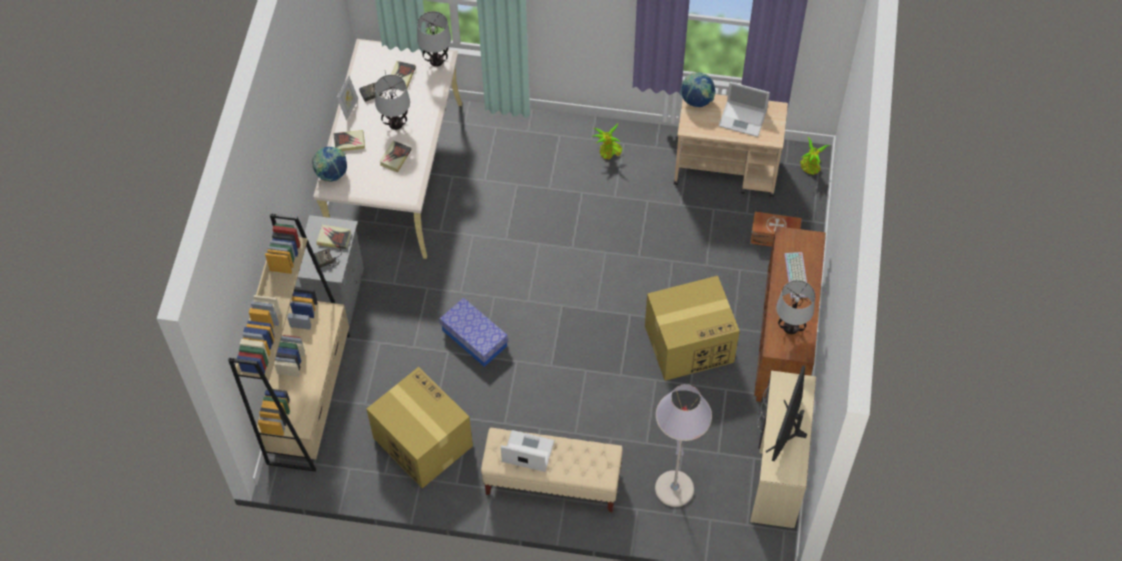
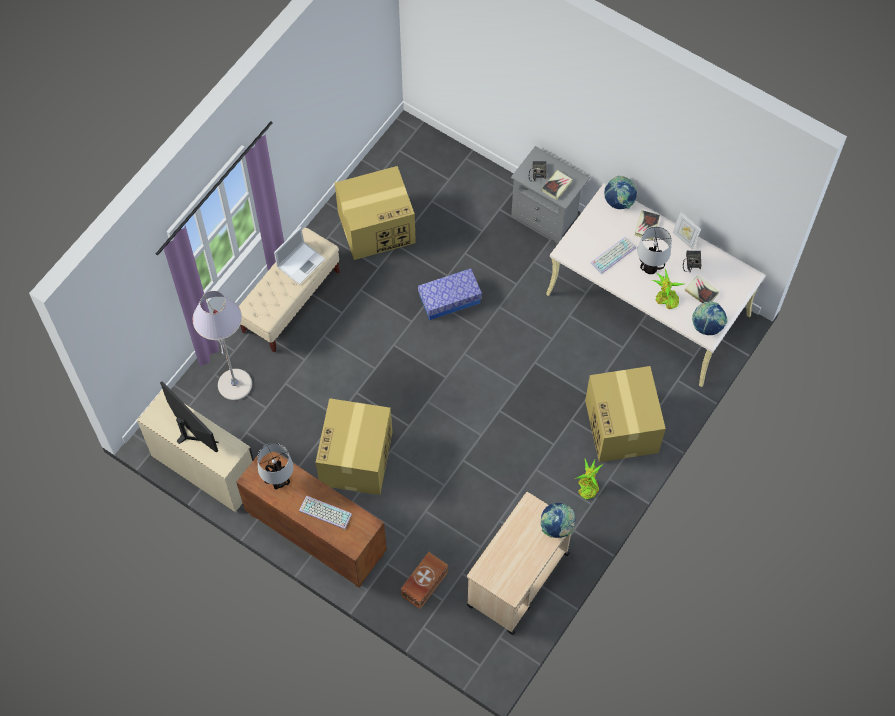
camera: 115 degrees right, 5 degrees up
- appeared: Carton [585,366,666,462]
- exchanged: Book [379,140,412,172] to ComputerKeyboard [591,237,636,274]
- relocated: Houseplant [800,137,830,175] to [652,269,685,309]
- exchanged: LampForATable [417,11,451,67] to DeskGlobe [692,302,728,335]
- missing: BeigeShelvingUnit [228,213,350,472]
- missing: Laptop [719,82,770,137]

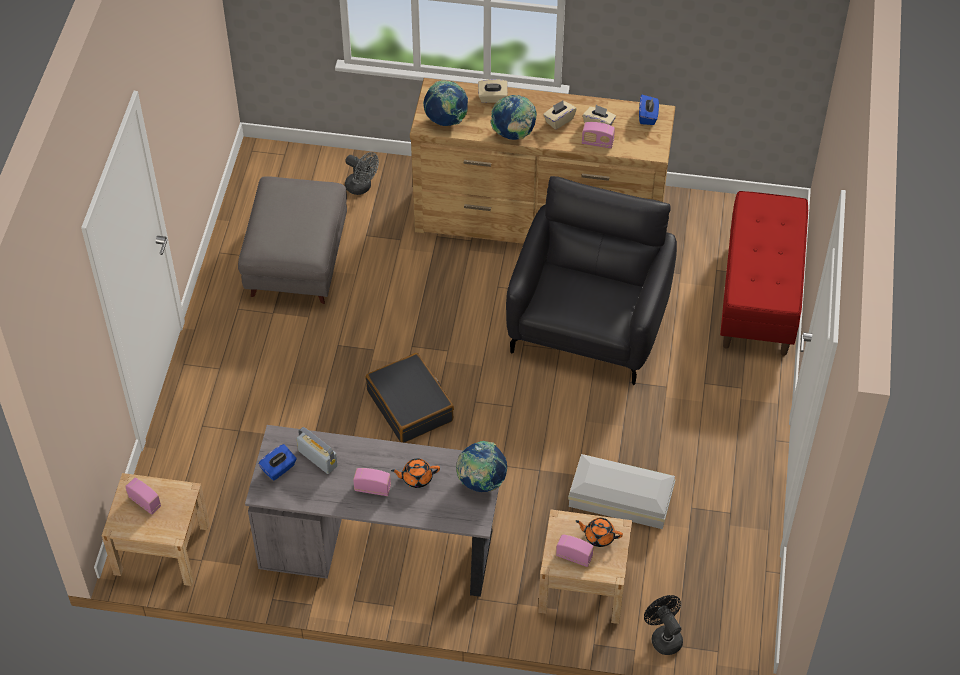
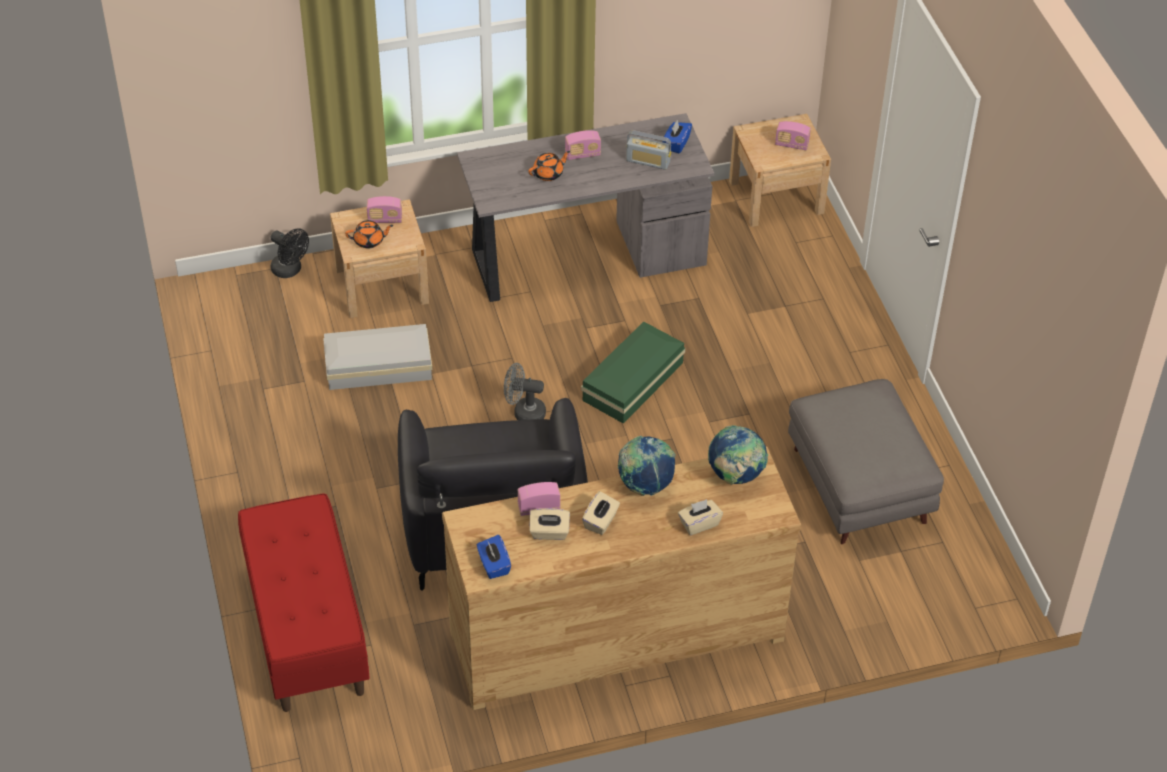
camera: 155 degrees right, 5 degrees down
- relocated: GreyishCoolingFan [345,152,379,195] to [504,363,546,420]
- exchanged: BlackishTravelCase [365,353,454,443] to GreenColouredStorageBox [581,321,685,423]
- missing: DeskGlobe [456,441,507,492]

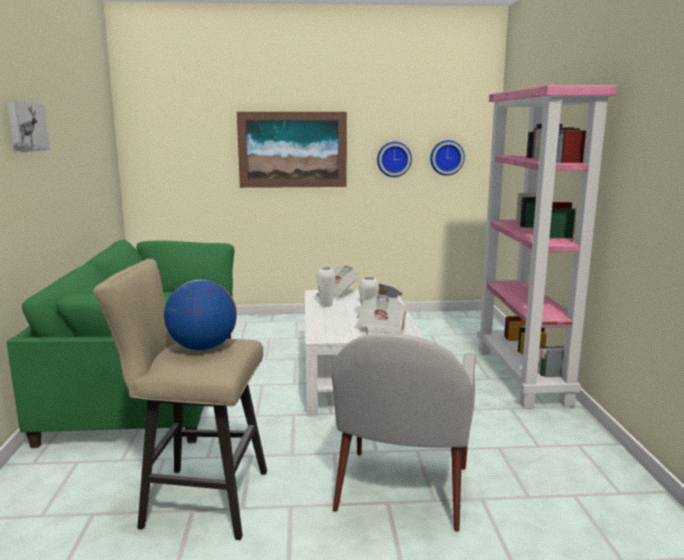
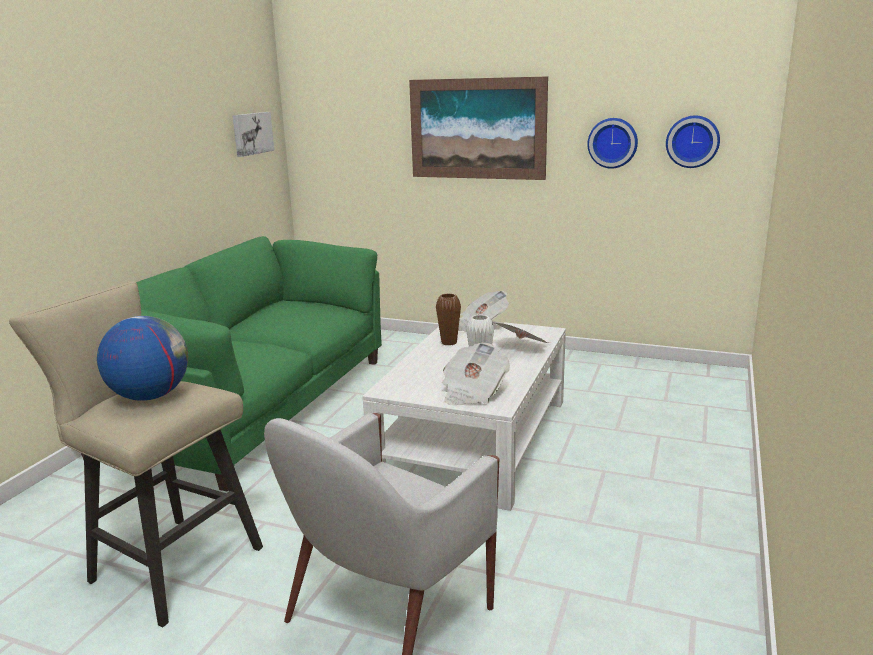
camera: 25 degrees right, 5 degrees up
- relocated: WallPicture [7,102,50,153] to [232,112,274,157]
- colour: WhitishVase [317,267,336,307] to BrownColouredVase [436,293,461,346]
- missing: PinkColouredShelvingUnit [477,85,617,408]

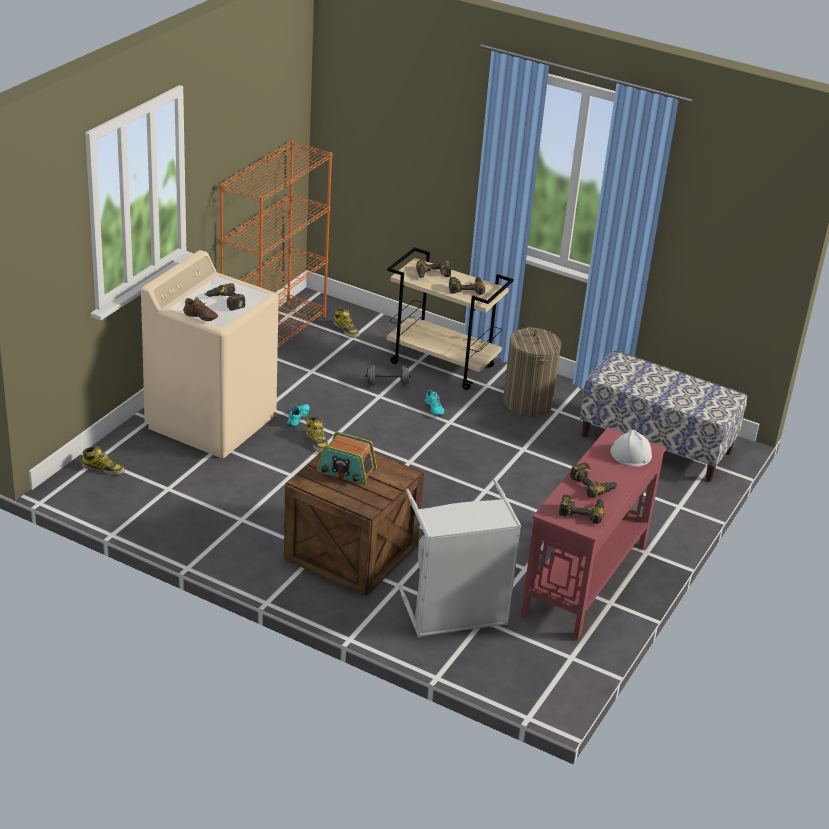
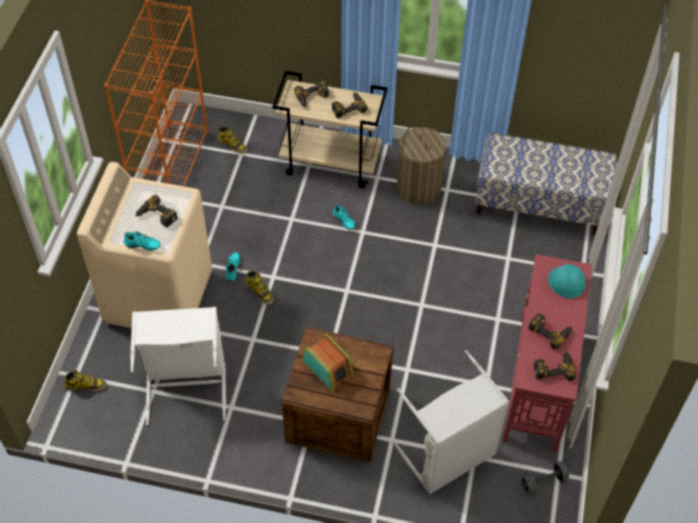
camera: 15 degrees left, 20 degrees up
- colour: BrownColouredShoe [183,298,218,321] to BlueGreenShoe [124,231,160,251]
- appeared: WhitishLaundryBasket [130,307,226,425]
- spun: RadioSet [317,432,377,485] = [302,334,353,391] 135 degrees counterclockwise
- relocated: GreyishDumbbell [365,365,410,386] to [521,461,569,494]
- colour: WhitishHardHat [610,429,652,467] to BlueGreenHardHat [548,264,586,298]

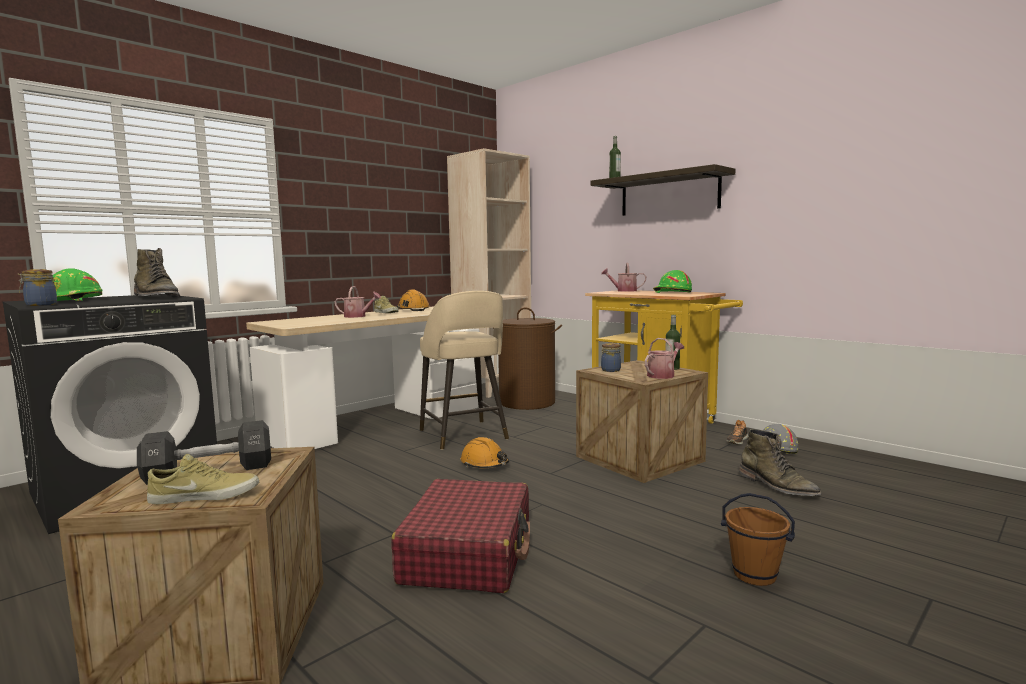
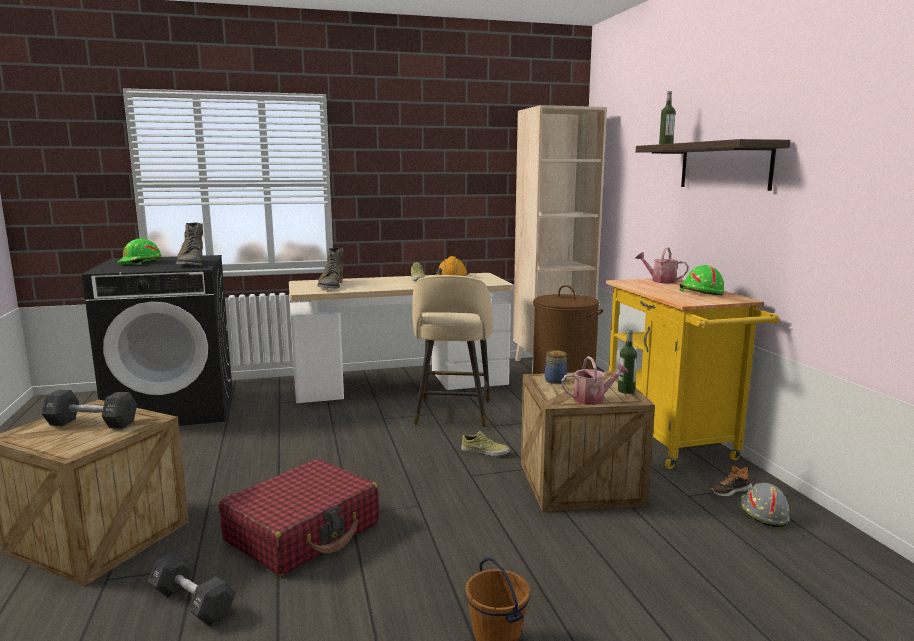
camera: 30 degrees right, 5 degrees up
- appeared: BlackishDumbbell [148,551,236,626]
- relocated: GreenColouredBoot [739,429,822,496] to [317,248,344,289]
- relocated: BeigeShoe [147,454,259,504] to [461,430,510,456]
- missing: Jar [18,269,57,306]
- missing: WateringPot [335,286,381,318]
- missing: OrangeyHardHat [461,437,509,468]

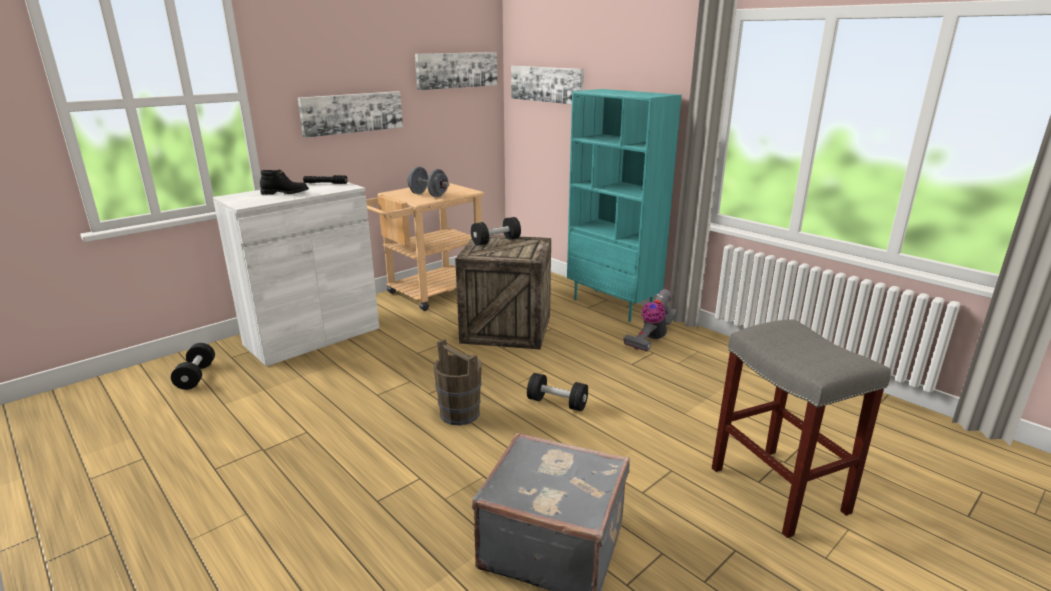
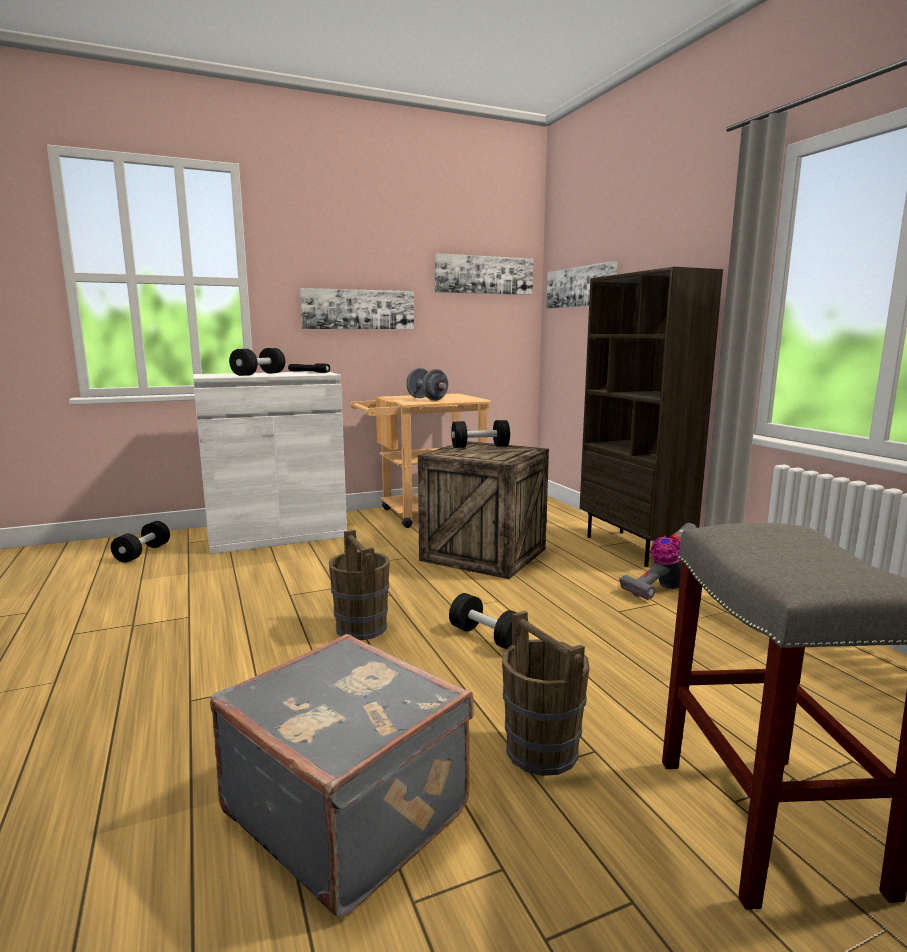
camera: 20 degrees right, 10 degrees down
- exchanged: BlackishBoot [260,169,309,195] to BlackishDumbbell [229,348,285,376]
- appeared: BrownColouredWaterBucket [502,610,590,776]
- colour: BlueGreenShelvingUnit [567,89,682,322] to BrownColouredShelvingUnit [580,267,723,567]

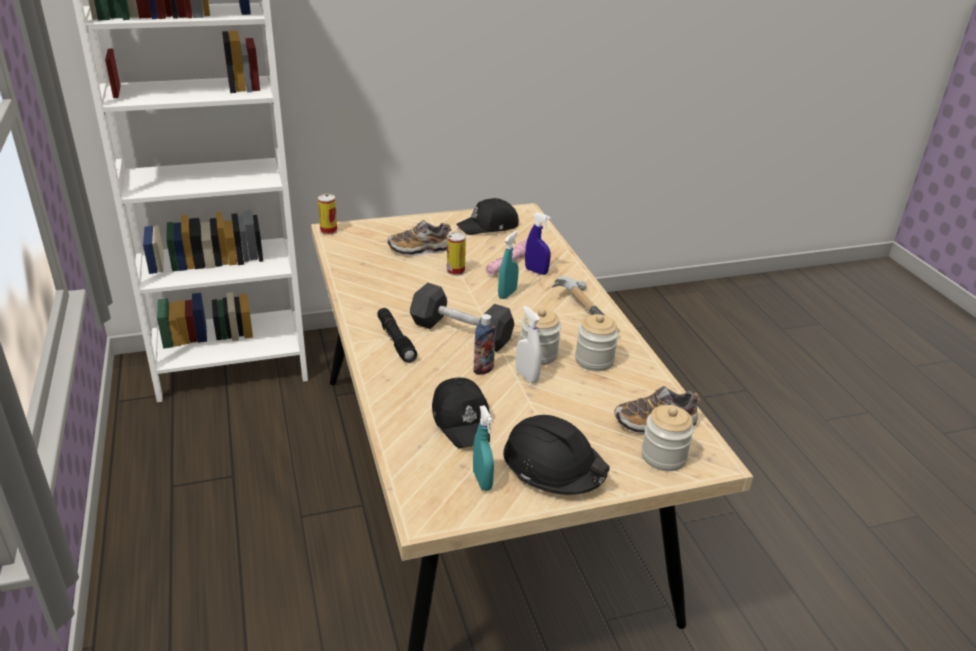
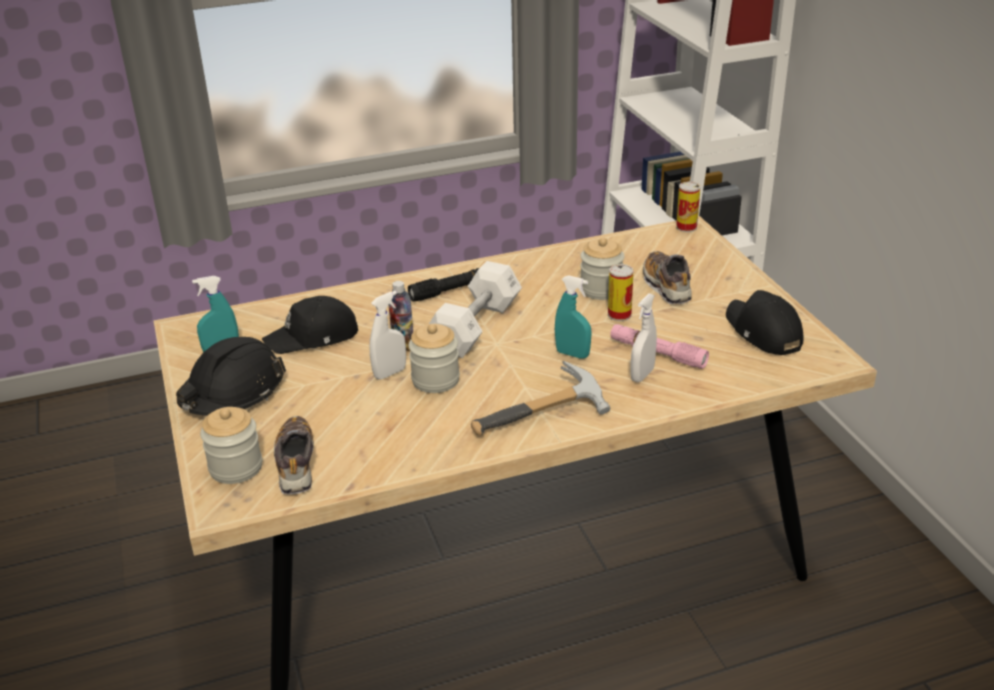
camera: 90 degrees right, 0 degrees up
- colour: BlackishDumbbell [410,283,515,352] to WhitishDumbbell [429,261,522,358]
- relocated: Jar [575,314,619,371] to [580,237,624,300]
- colour: BlueSprayer [525,212,551,275] to WhitishSprayer [630,293,657,382]

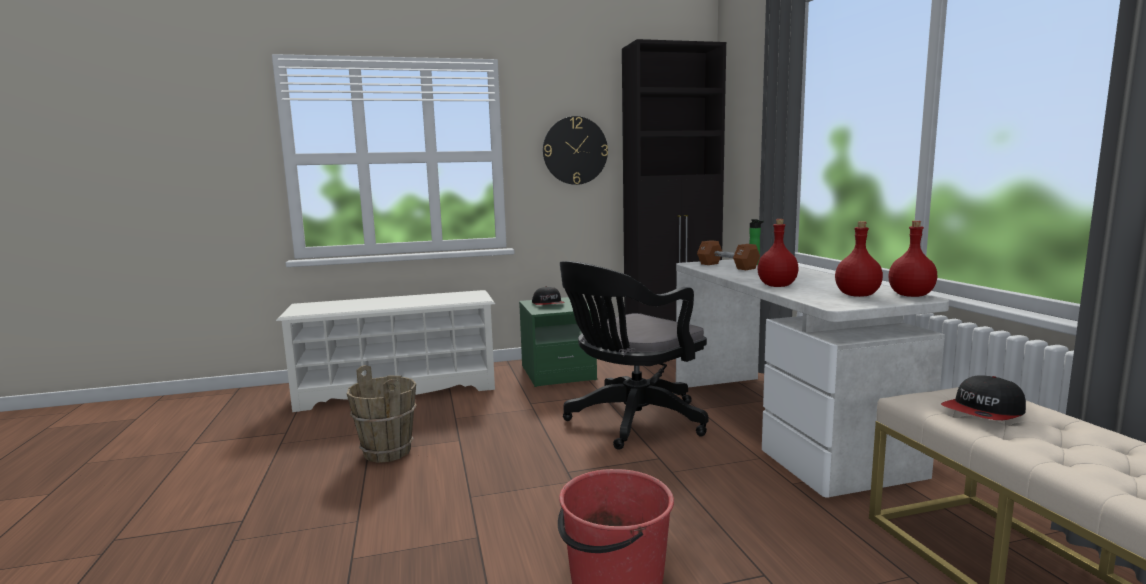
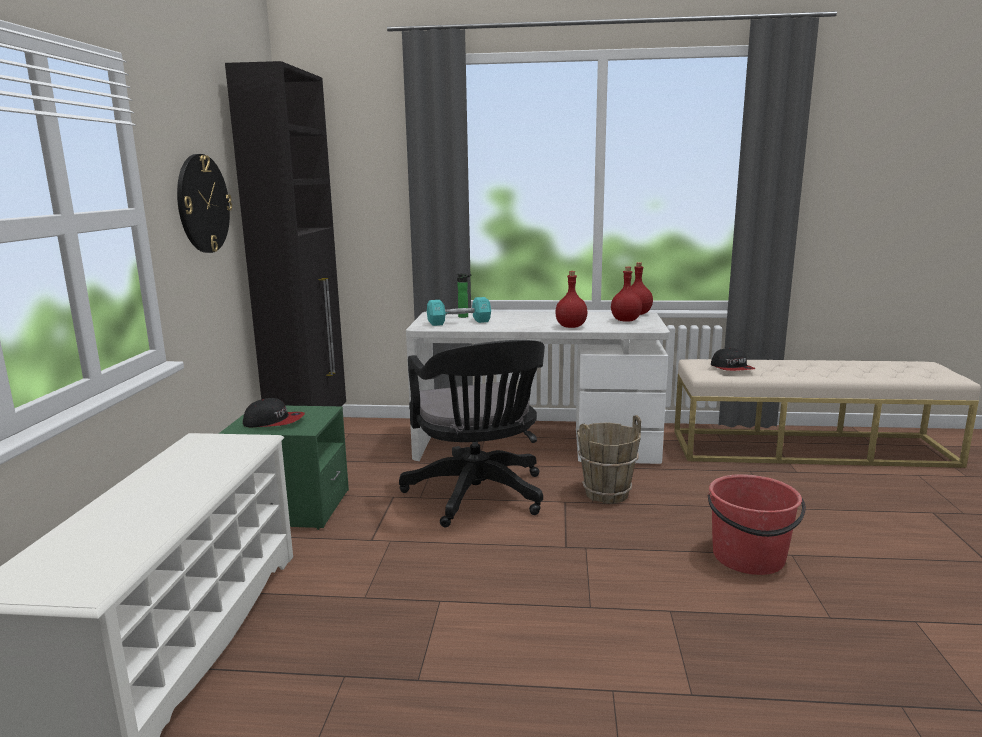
camera: 70 degrees left, 5 degrees up
- colour: BrownColouredDumbbell [697,240,760,270] to BlueGreenDumbbell [427,297,491,326]
- relocated: BrownColouredWaterBucket [347,365,417,463] to [577,415,641,504]

